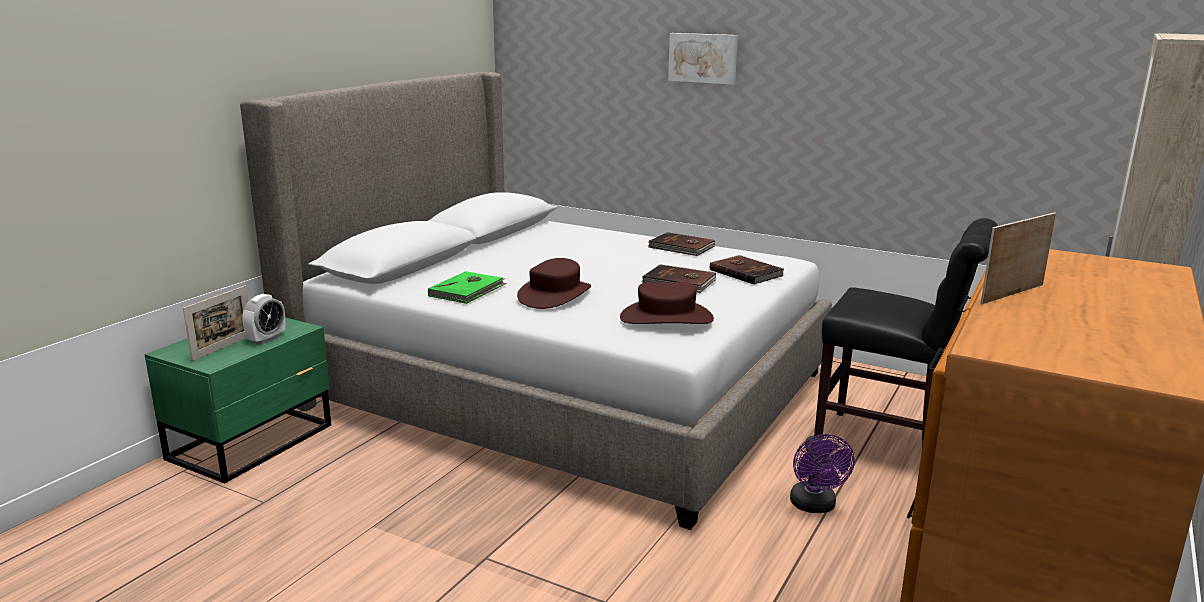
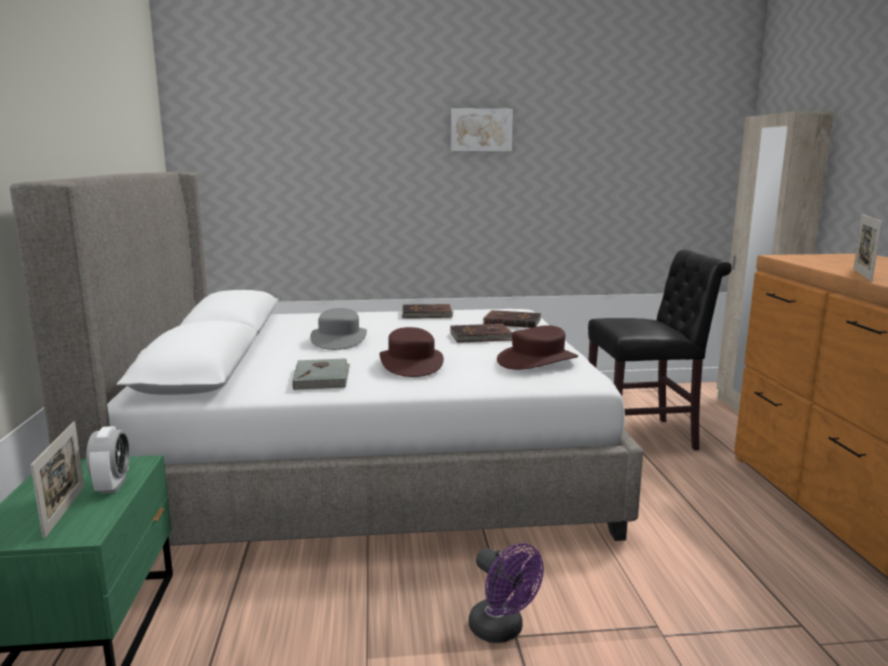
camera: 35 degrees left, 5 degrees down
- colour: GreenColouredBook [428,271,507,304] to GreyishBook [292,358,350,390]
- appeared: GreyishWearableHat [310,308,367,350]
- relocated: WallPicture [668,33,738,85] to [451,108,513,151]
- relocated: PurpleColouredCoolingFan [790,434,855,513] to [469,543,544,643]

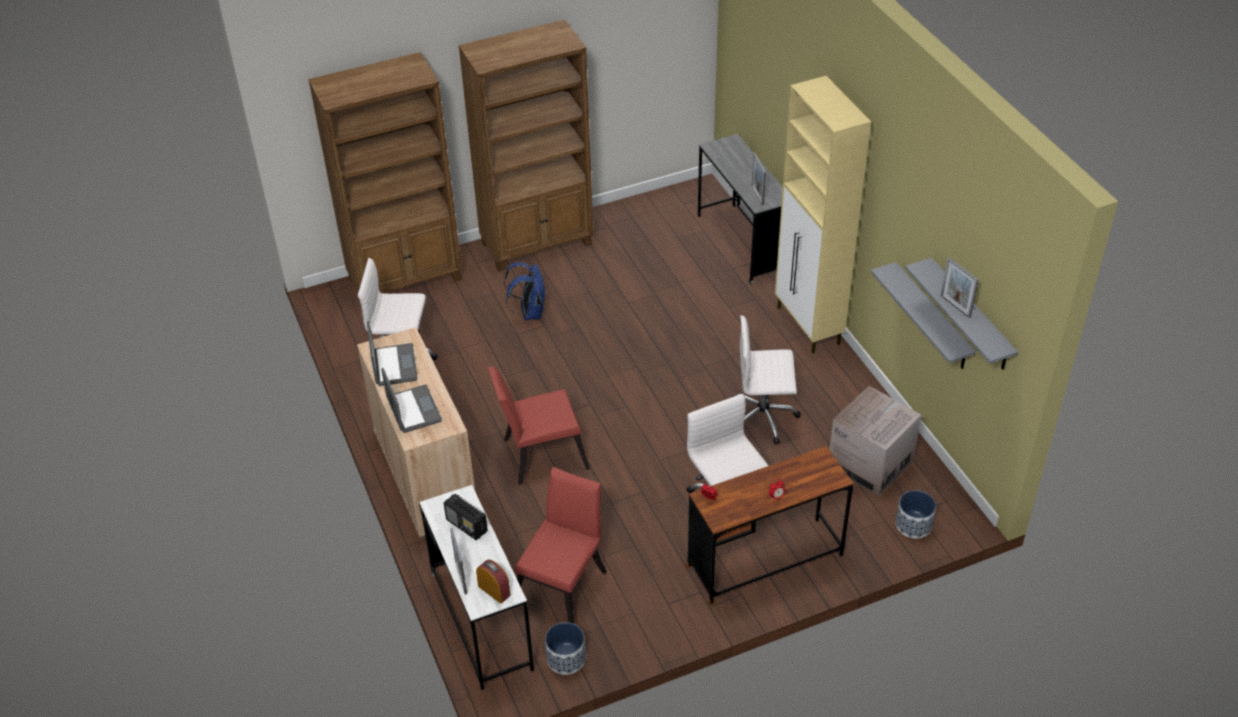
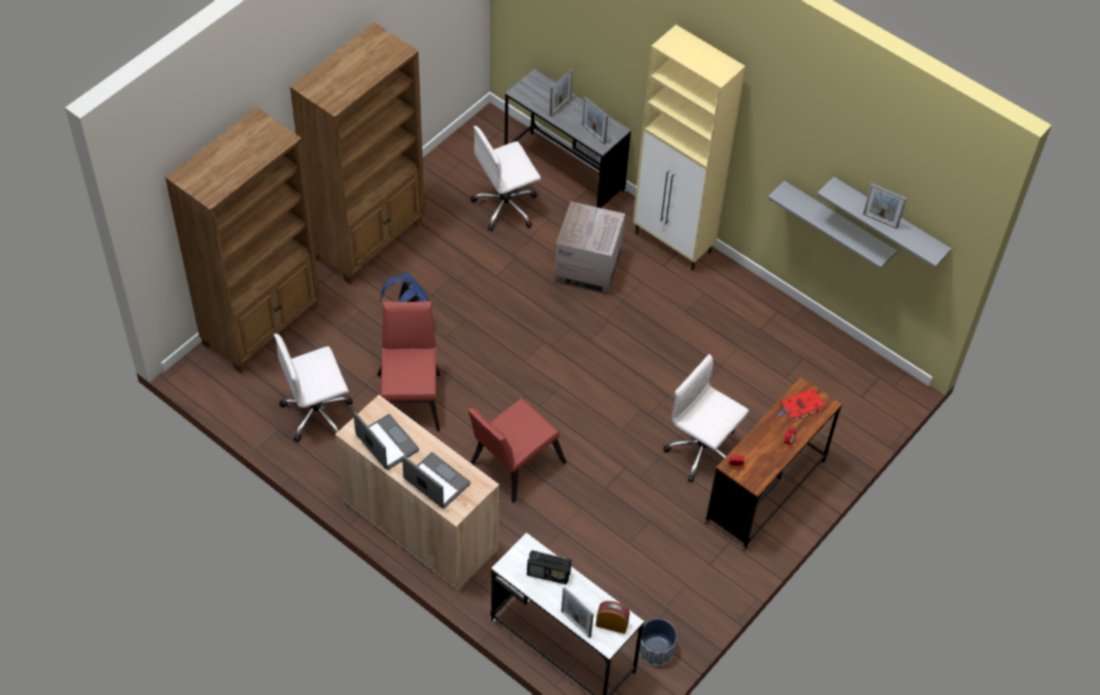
camera: 30 degrees left, 10 degrees up
- relocated: RedColouredChair [514,467,607,624] to [378,301,440,431]
- relocated: WhitishOfficeChair [732,315,801,445] to [470,126,541,231]
- appeared: PhotoFrame [550,69,573,116]
- relocated: Carton [829,386,922,497] to [554,202,625,295]
- appeared: RedColouredBook [778,388,825,422]
- missing: Planter [896,490,936,539]

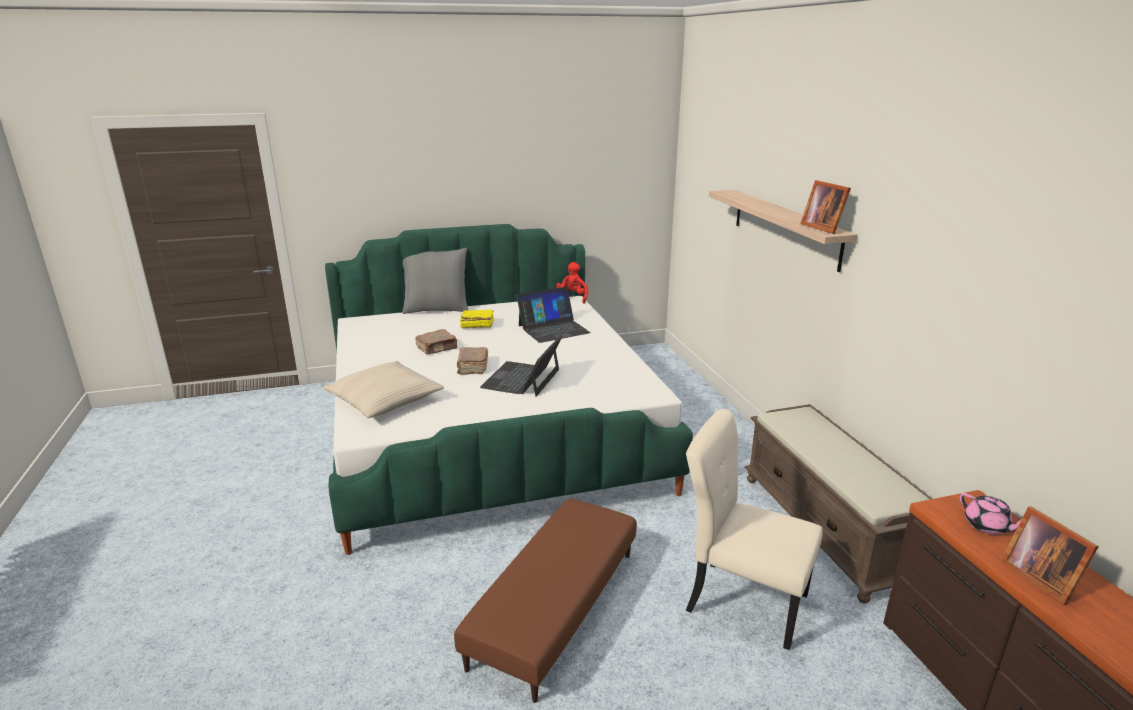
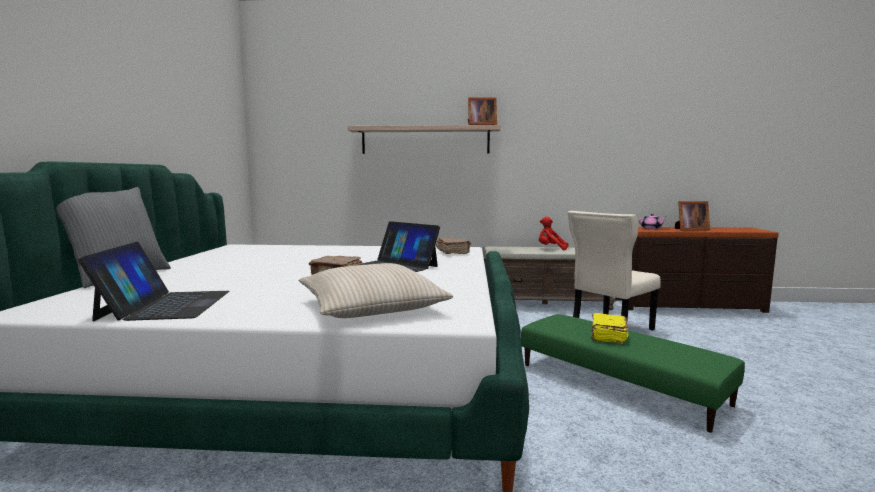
camera: 70 degrees left, 15 degrees down
- relocated: Laptop [516,287,591,343] to [78,242,230,321]
- relocated: BrownColouredBook [415,329,458,354] to [436,237,471,254]
- colour: BrownColouredPouffe [454,499,637,703] to GreenColouredPouffe [521,314,745,433]
- relocated: RedColouredCuddlyToy [556,262,588,304] to [539,216,568,250]
- relocated: YellowishBook [460,310,494,329] to [591,313,628,344]

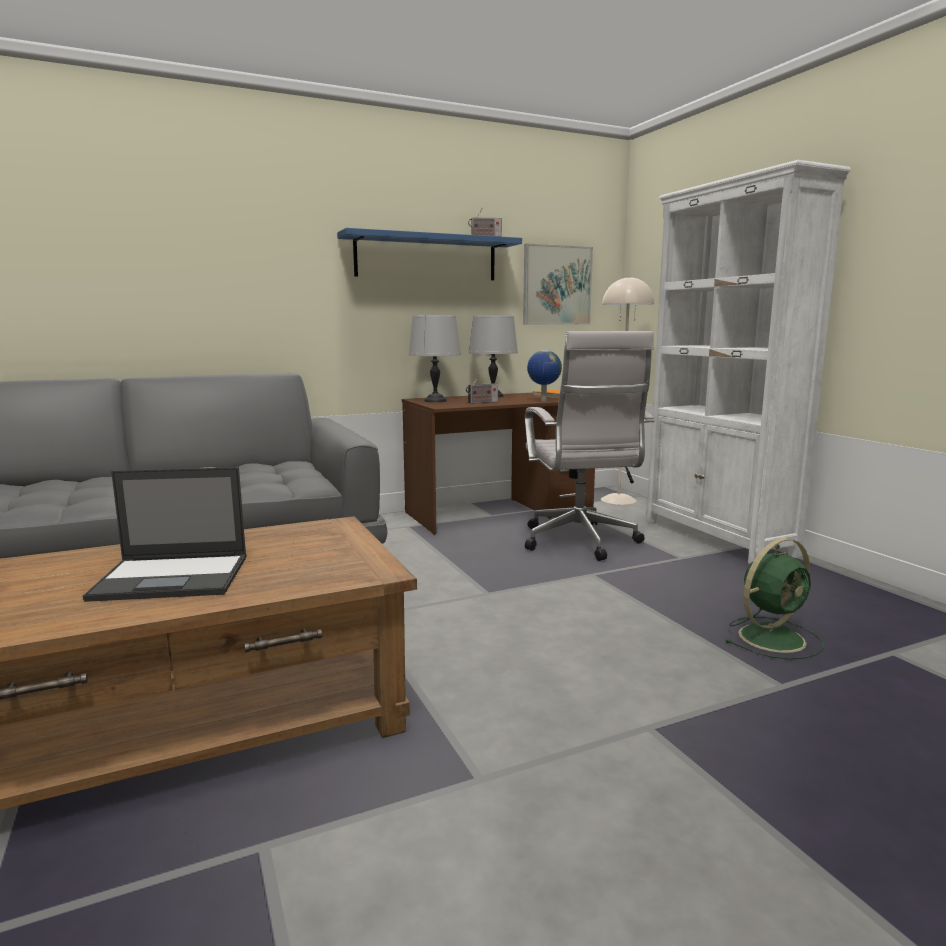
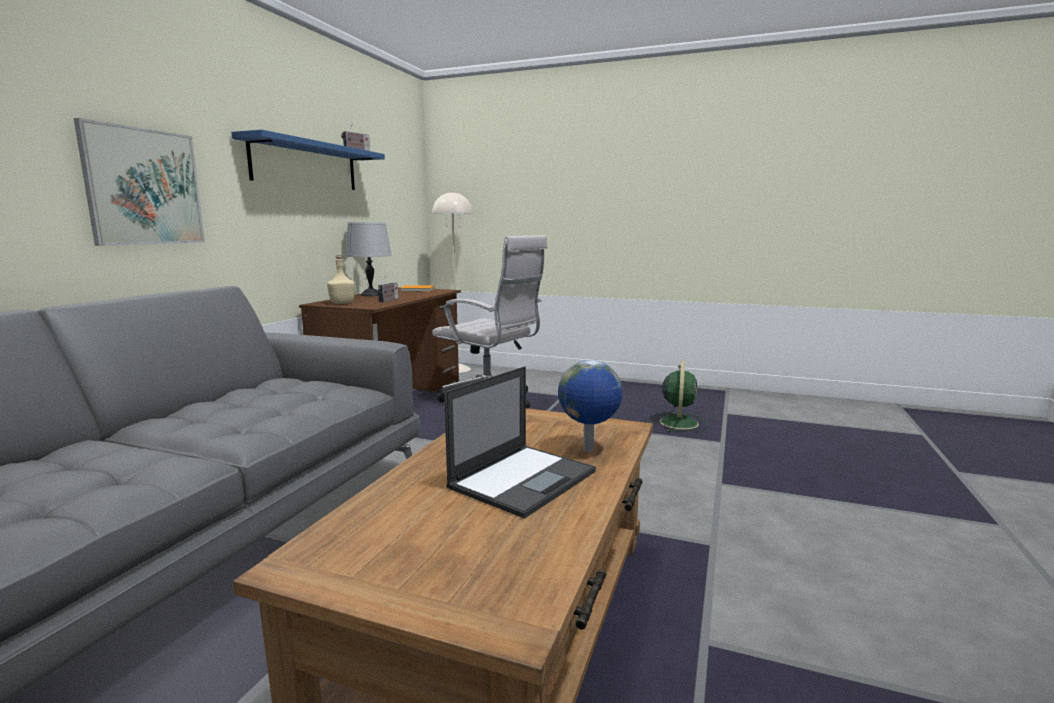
camera: 45 degrees left, 0 degrees up
- relocated: WallPicture [523,244,593,325] to [74,118,205,246]
- exchanged: GreyishLampForATable [409,315,461,402] to BeigeDrinkBottle [327,255,355,304]
- relocated: DeskGlobe [527,350,562,401] to [558,360,622,452]
- missing: WhitishShelvingUnit [645,160,851,564]

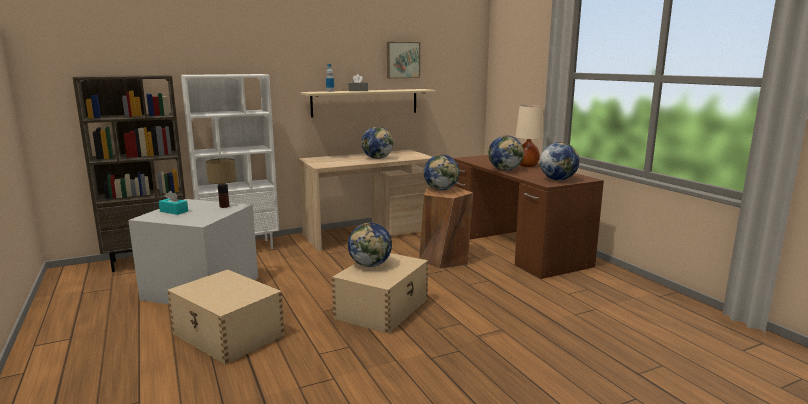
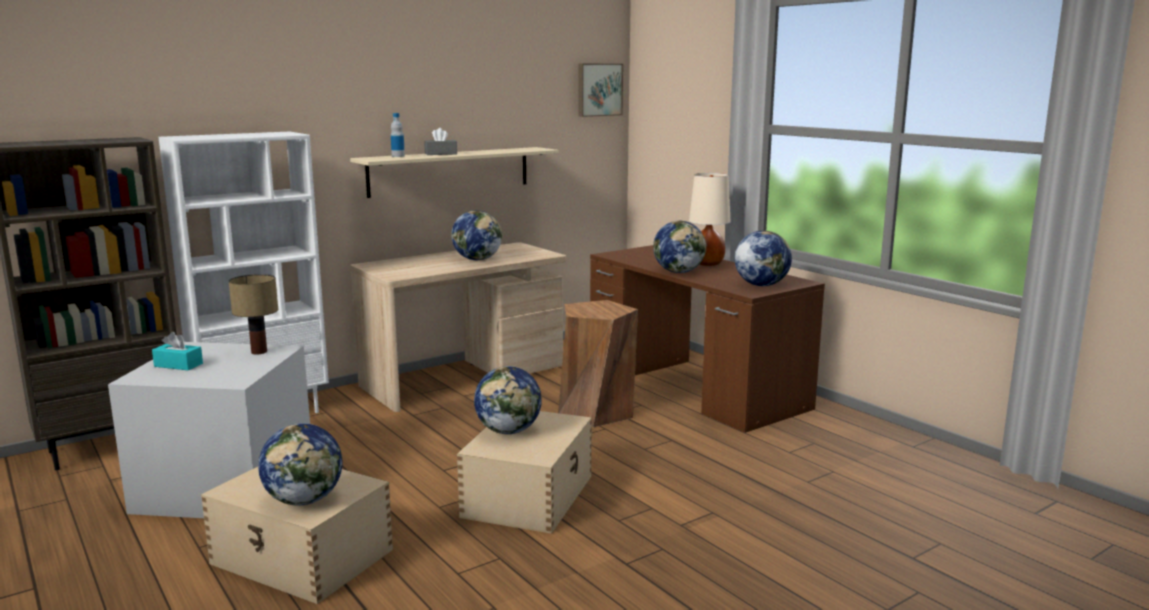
camera: 10 degrees left, 0 degrees up
- relocated: DeskGlobe [424,154,459,190] to [258,423,343,506]
- relocated: WallPicture [387,42,420,78] to [579,64,623,117]

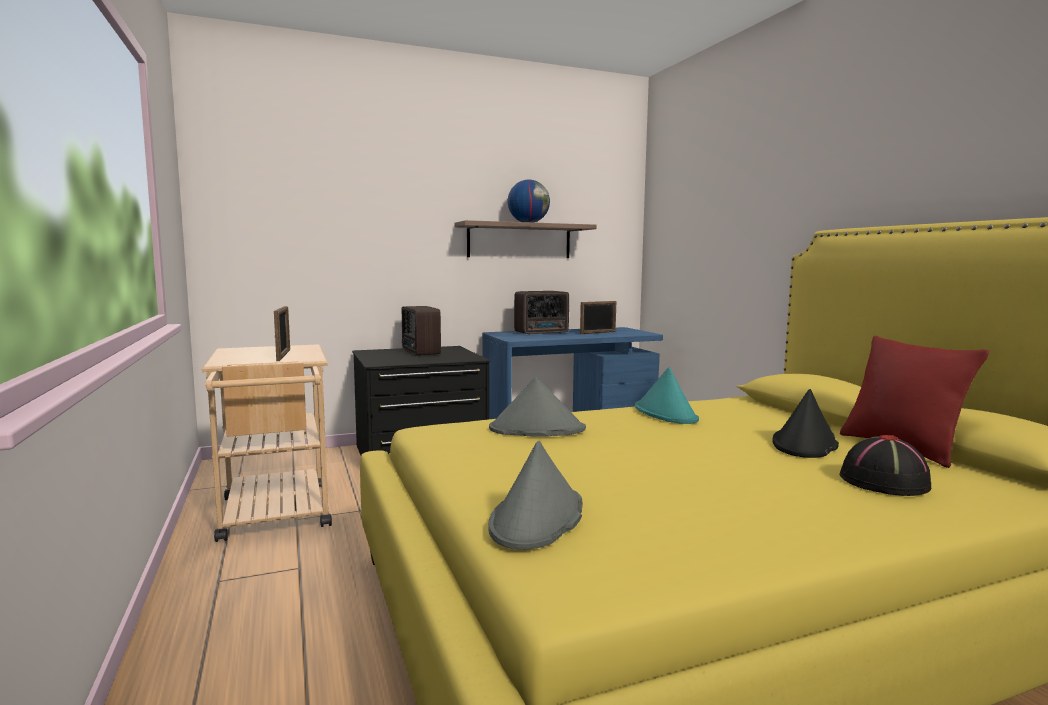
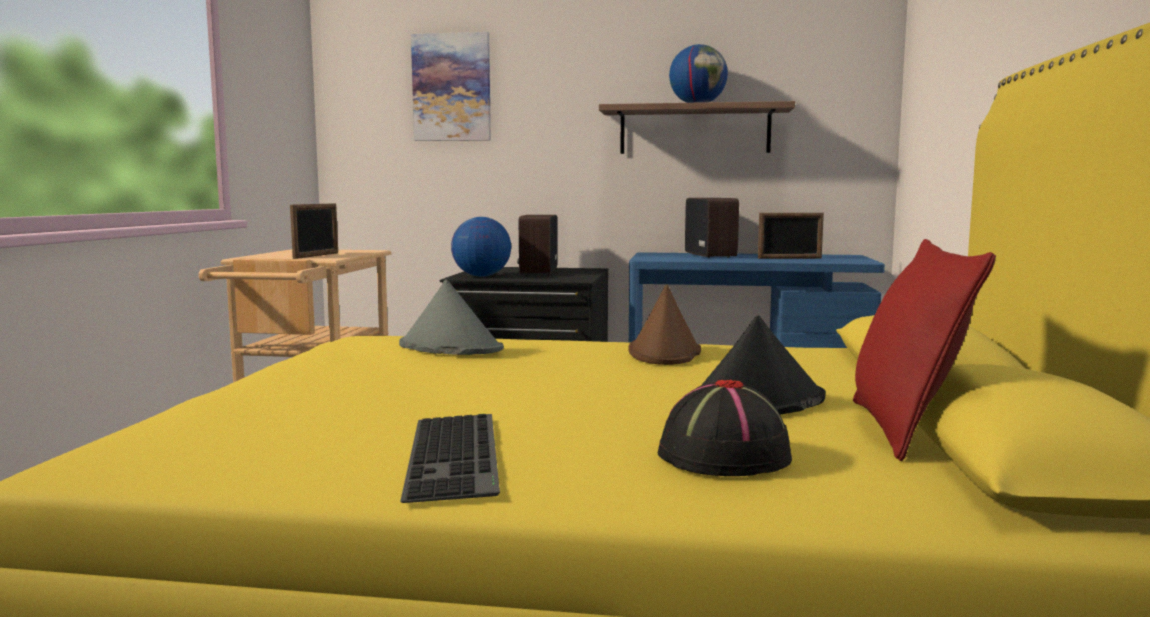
camera: 30 degrees right, 0 degrees up
- appeared: ComputerKeyboard [400,414,500,503]
- appeared: WallPicture [411,32,491,141]
- appeared: DeskGlobe [451,217,511,277]
- colour: BlueGreenWearableHat [635,367,699,424] to BrownColouredWearableHat [628,284,701,365]
- spun: RadioSet [514,291,569,335] = [685,198,739,258] 105 degrees counterclockwise
- missing: GreyishWearableHat [488,441,583,550]

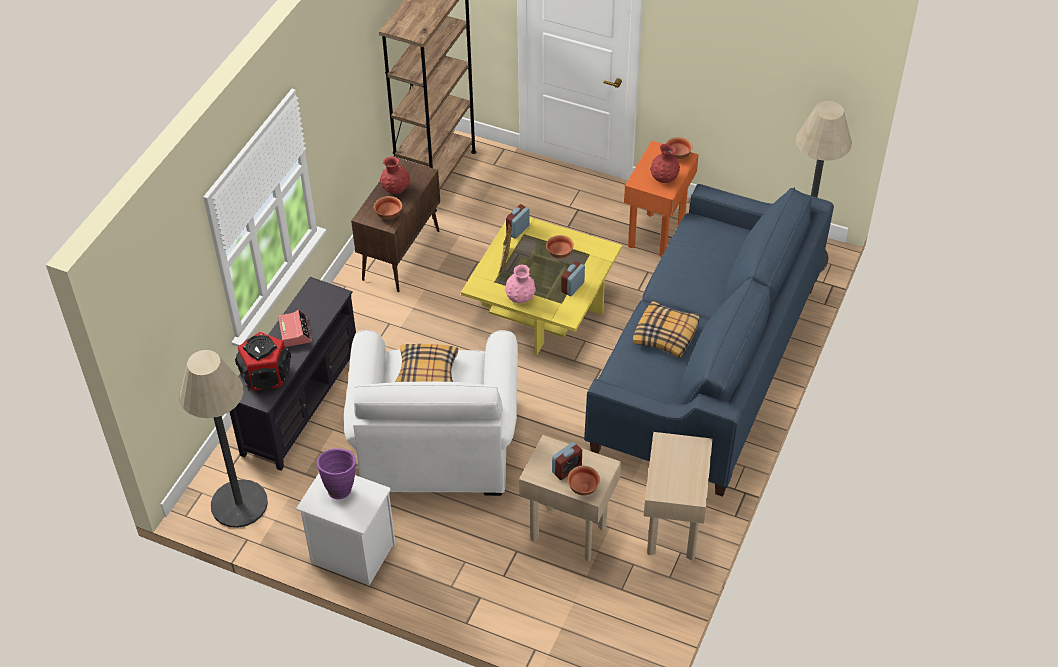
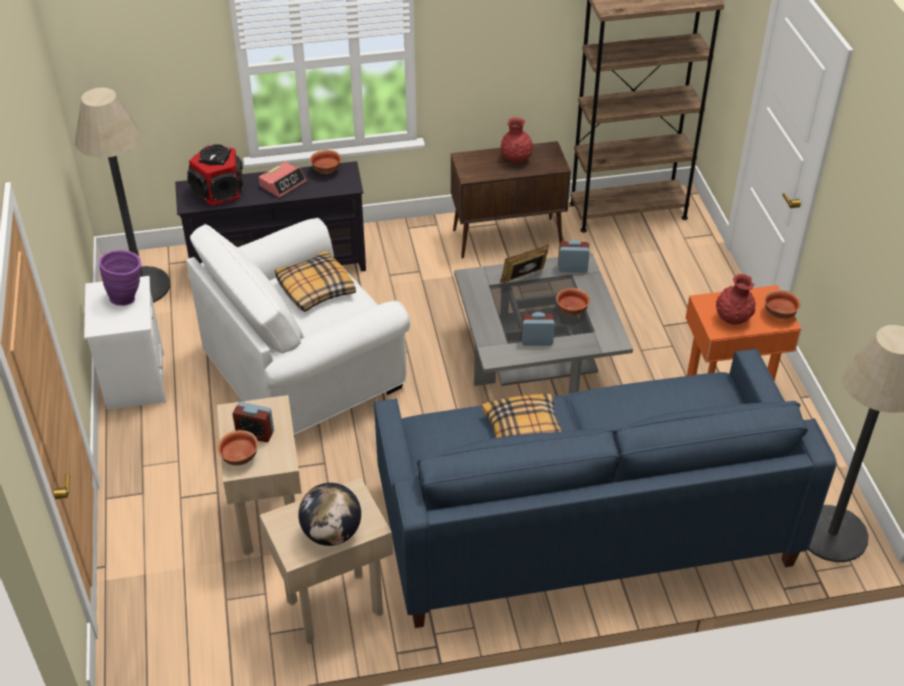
camera: 55 degrees right, 5 degrees down
- appeared: DeskGlobe [298,483,361,546]
- relocated: DeepDish [374,196,402,219] to [310,150,341,174]
- colour: YellowishLoungeTable [461,217,622,355] to GreyishLoungeTable [454,253,633,393]
- missing: PinkColouredVase [505,265,536,303]

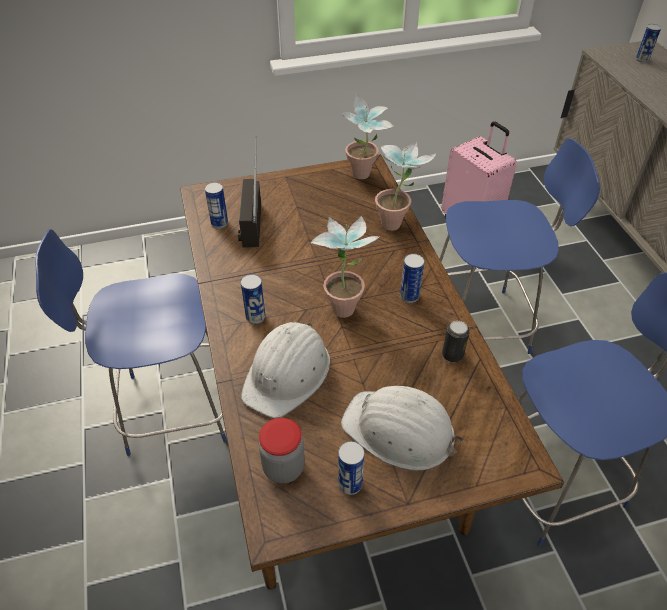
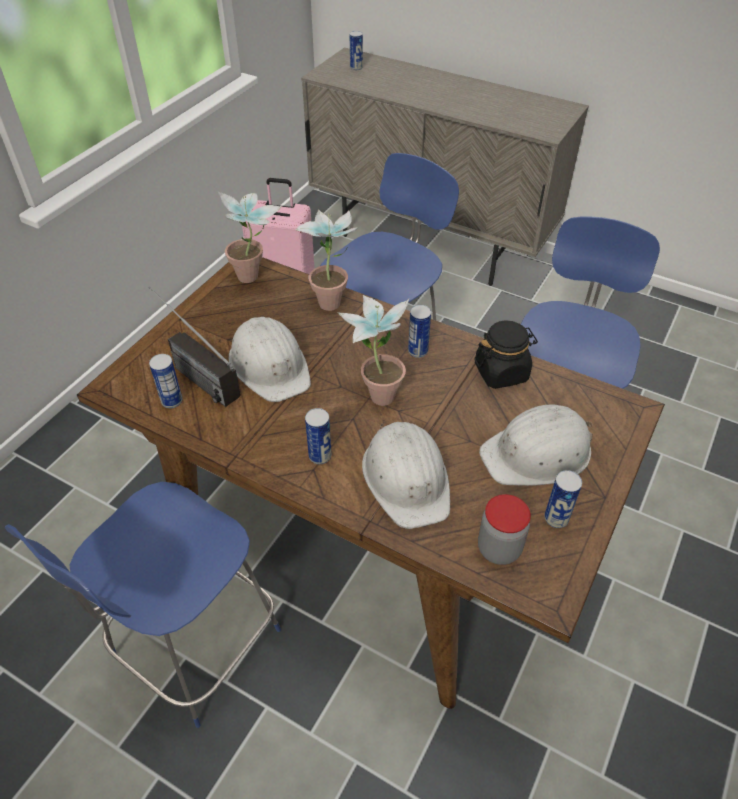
camera: 45 degrees left, 0 degrees up
- appeared: WhitishHardHat [229,317,311,402]
- exchanged: SealedCan [442,320,470,362] to BlackishJar [475,320,538,389]

